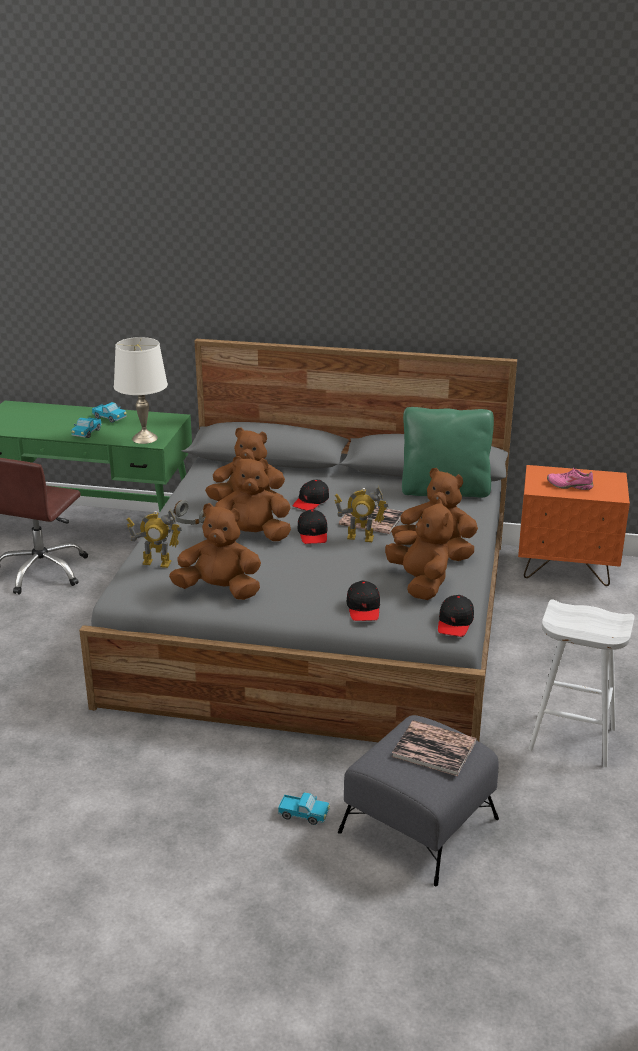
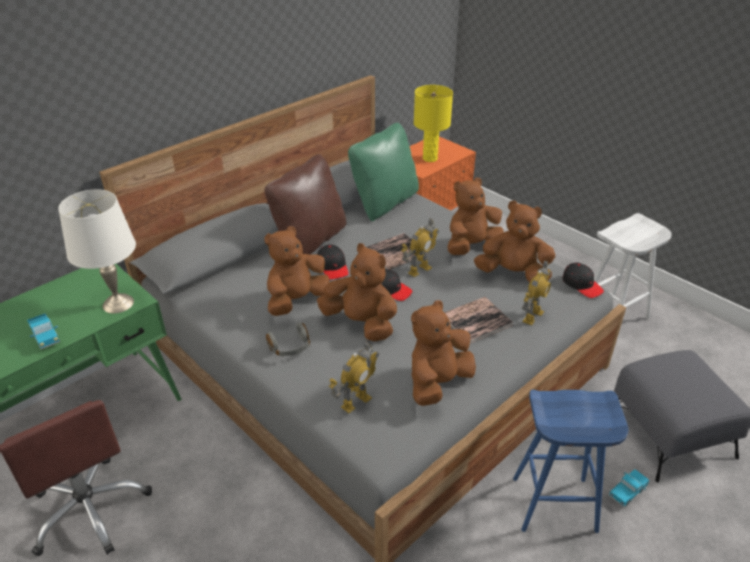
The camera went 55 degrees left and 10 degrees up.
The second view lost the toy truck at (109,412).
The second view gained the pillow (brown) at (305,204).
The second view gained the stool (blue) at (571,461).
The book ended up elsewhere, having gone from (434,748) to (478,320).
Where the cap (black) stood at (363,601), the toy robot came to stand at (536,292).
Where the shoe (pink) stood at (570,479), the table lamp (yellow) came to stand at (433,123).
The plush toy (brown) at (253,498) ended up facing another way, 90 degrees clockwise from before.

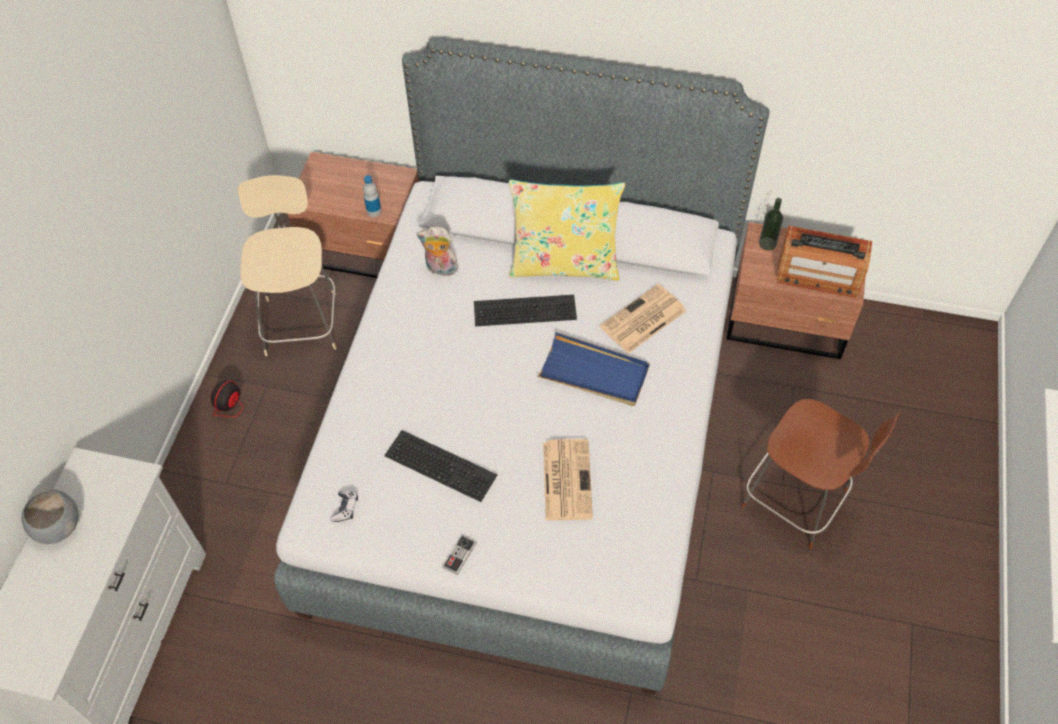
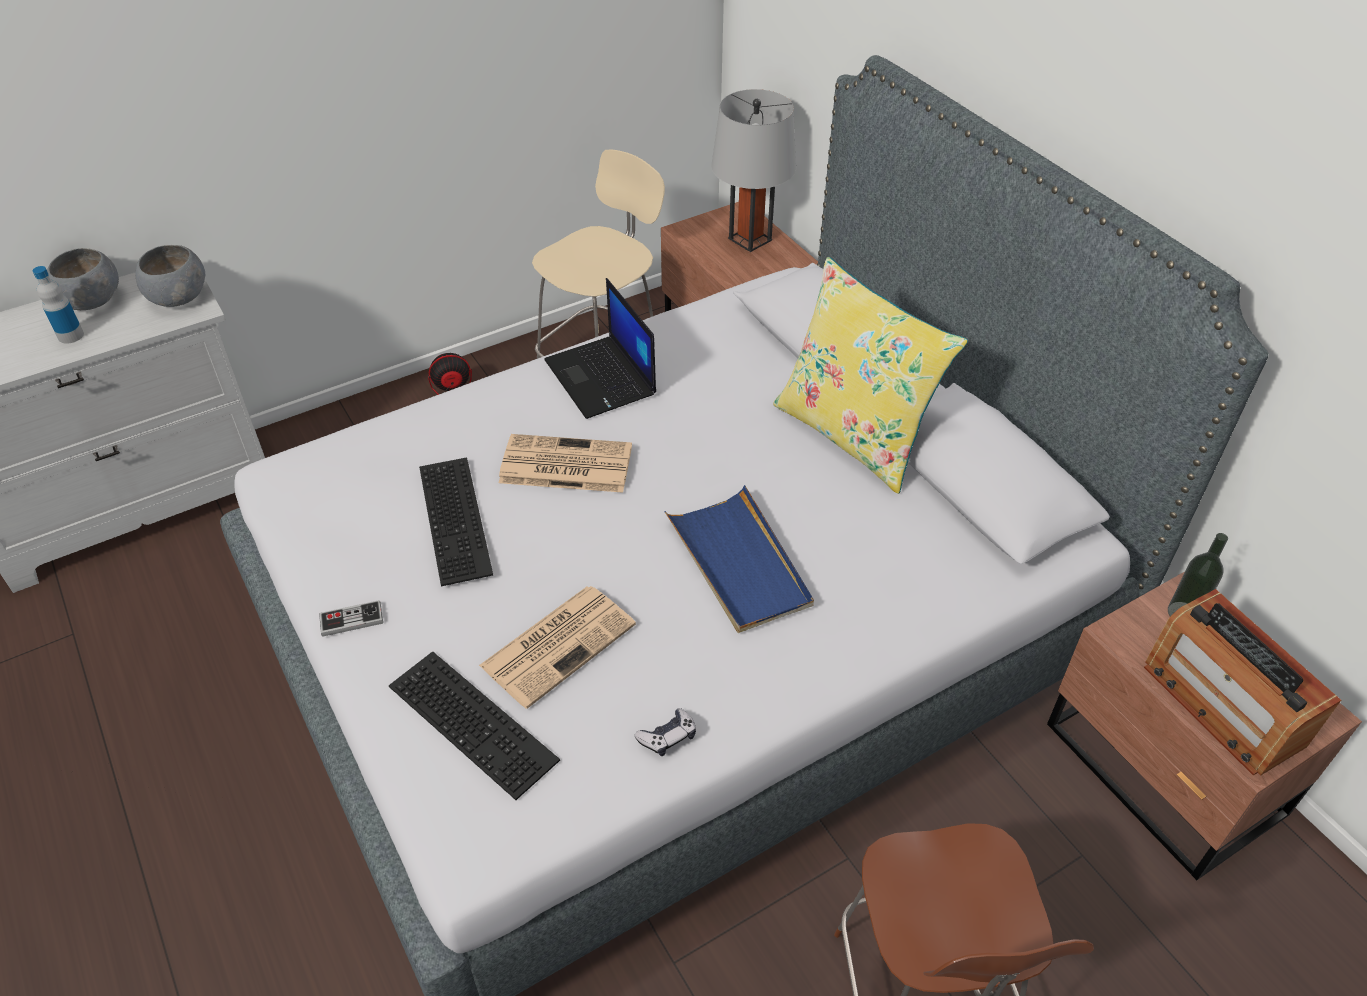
The camera went 45 degrees right and 10 degrees down.
The second view lost the plush toy at (439,251).
The second view gained the bowl (grey) at (170,276).
The second view gained the laptop at (600,348).
The second view gained the table lamp (grey) at (753,170).
The game controller ended up elsewhere, having gone from (344,506) to (665,732).
The bottle ended up elsewhere, having gone from (372,196) to (58,305).
The keyboard ended up elsewhere, having gone from (525,310) to (474,725).
The newspaper ended up elsewhere, having gone from (643,319) to (565,463).

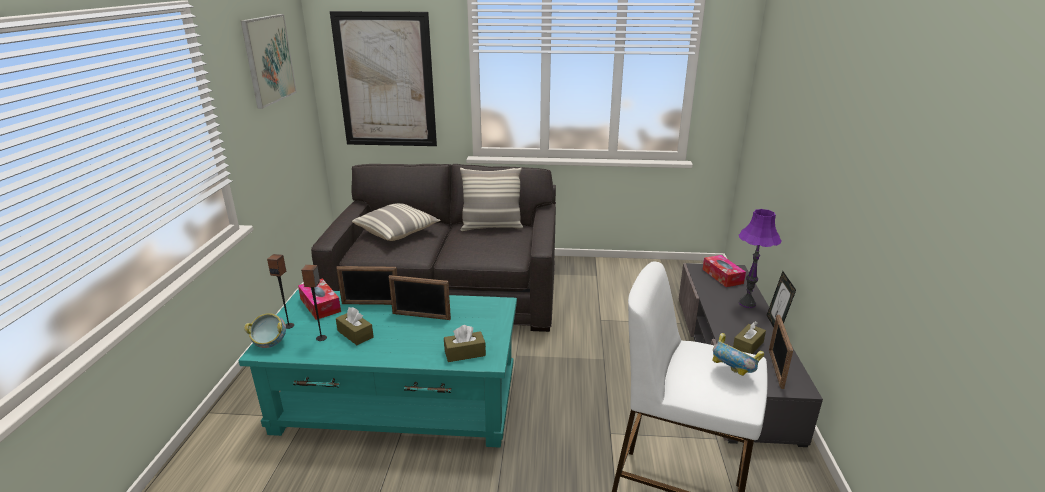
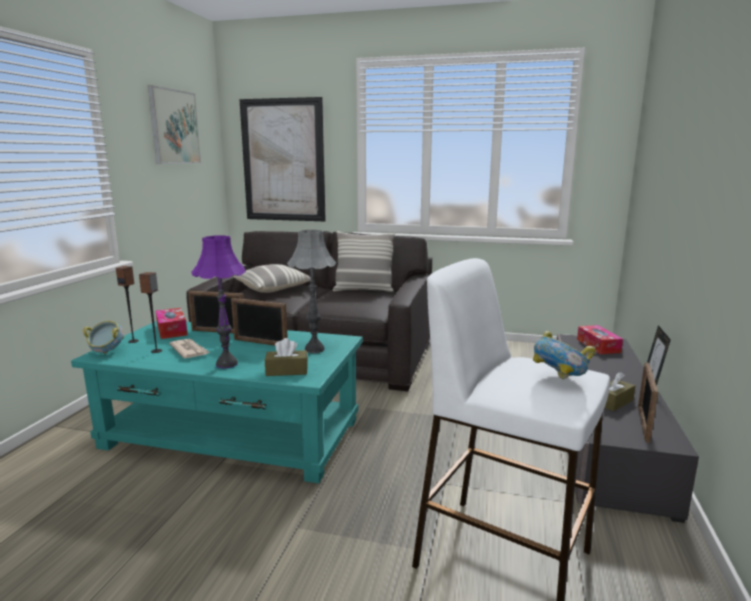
The camera went 10 degrees right and 10 degrees down.
The second view gained the table lamp (grey) at (311,291).
The table lamp (purple) ended up elsewhere, having gone from (760,258) to (218,301).
Where the tissue box (brown) stood at (355,326), the newspaper came to stand at (189,349).

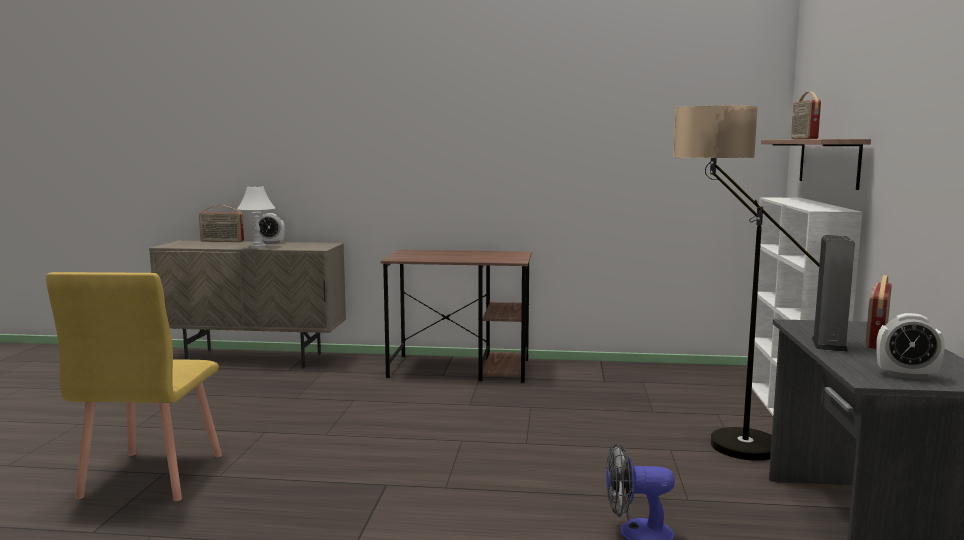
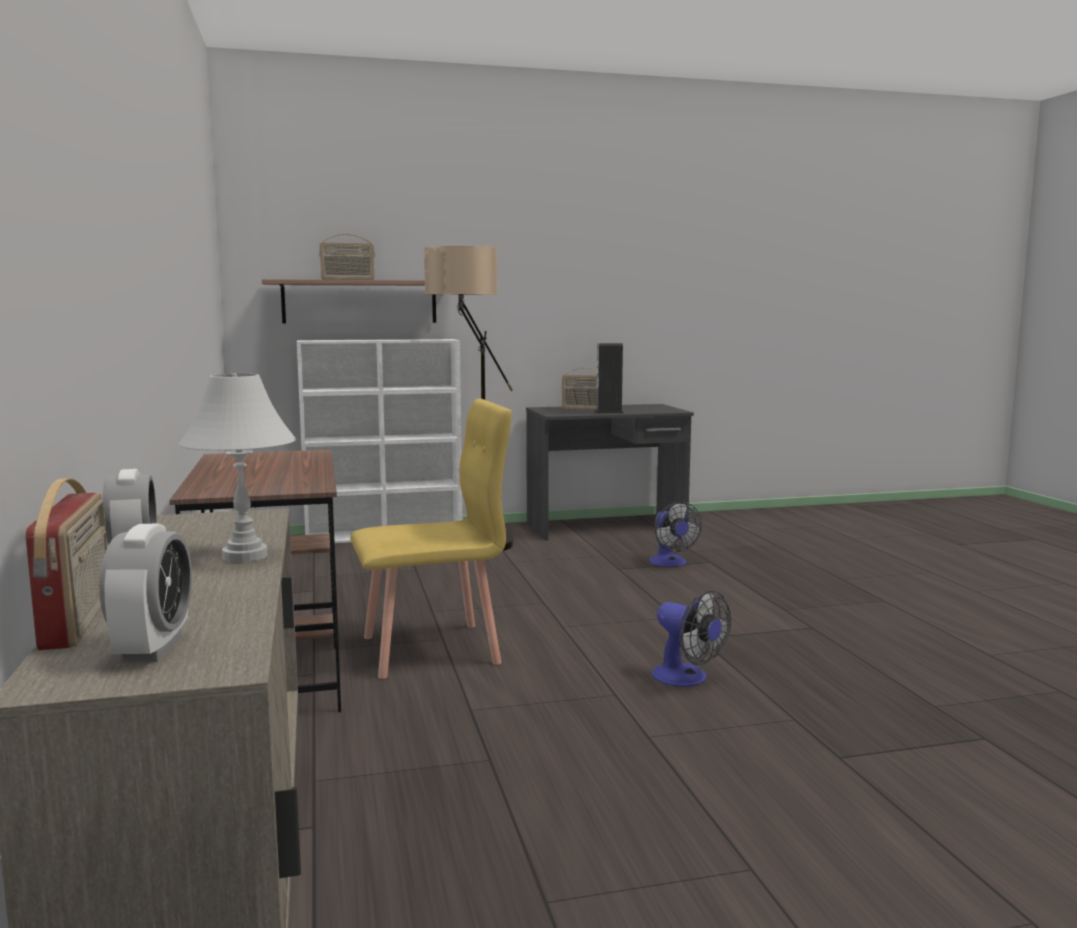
The camera went 110 degrees left and 0 degrees up.
The second view gained the fan at (691,638).
The chair (yellow) ended up elsewhere, having gone from (134,386) to (431,539).
The alarm clock ended up elsewhere, having gone from (910,346) to (145,593).

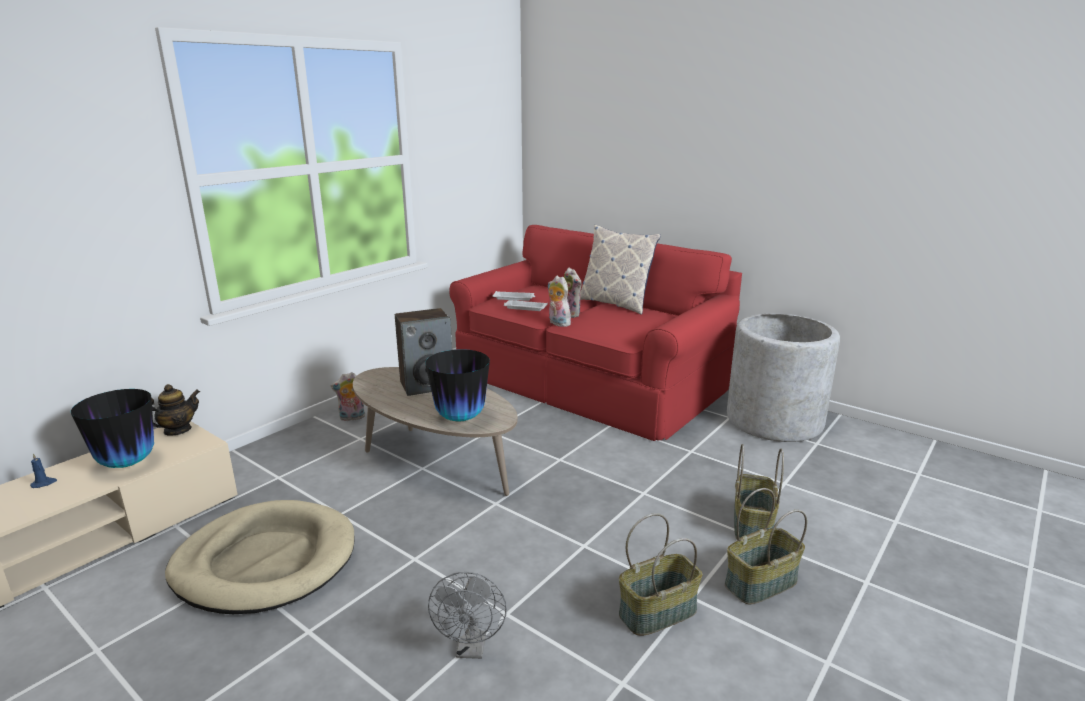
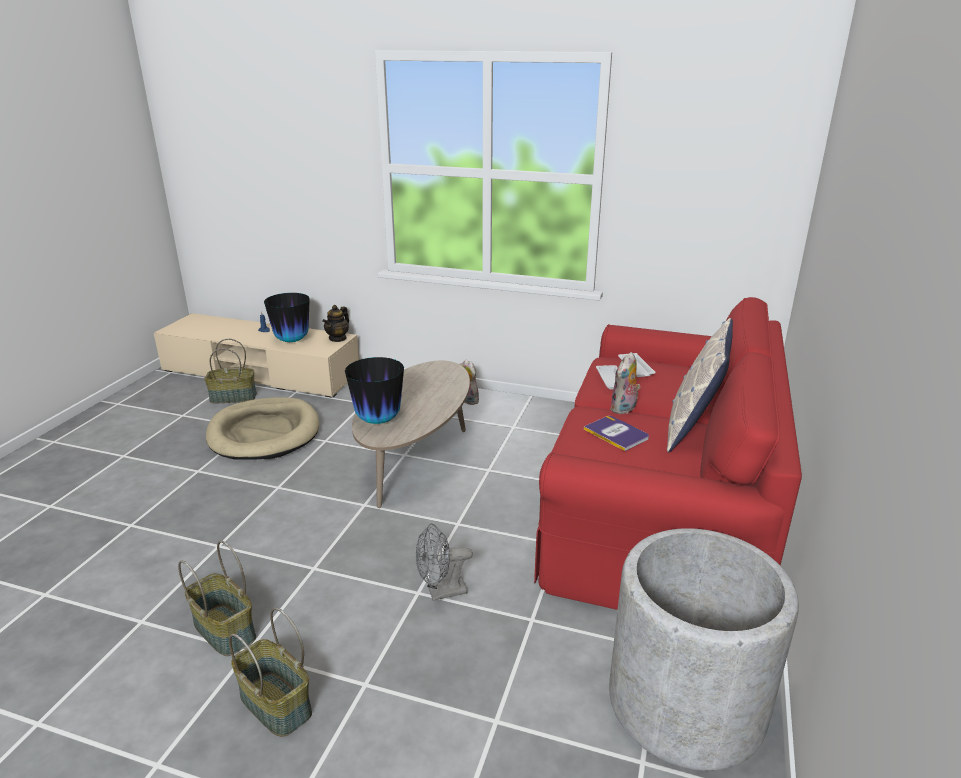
The camera went 70 degrees right and 5 degrees up.
The second view lost the speaker at (423,352).
The second view lost the plush toy at (559,301).
The second view gained the book at (616,433).
The fan (grey) ended up elsewhere, having gone from (467,615) to (444,562).
The basket ended up elsewhere, having gone from (759,491) to (230,371).
The teapot at (176,410) ended up facing another way, 90 degrees clockwise from before.

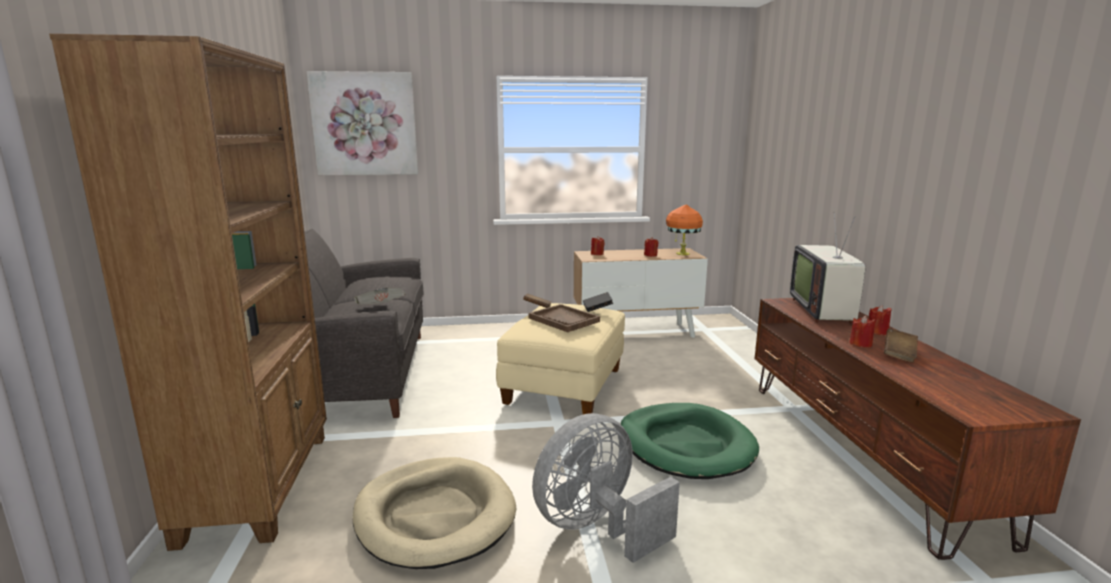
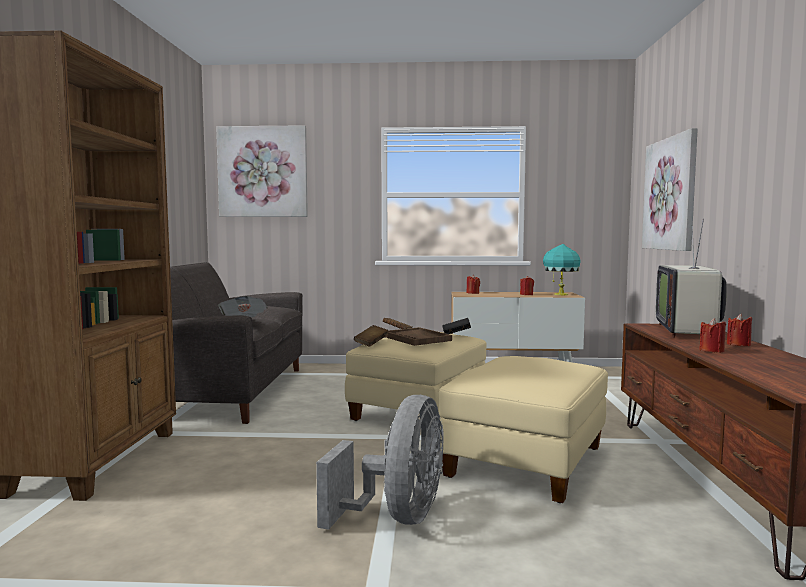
The camera went 10 degrees right and 10 degrees down.
The second view lost the dog bed (beige) at (434,513).
The second view gained the picture at (670,189).
The book (brown) ended up elsewhere, having gone from (901,345) to (371,336).
Where the dog bed (green) stood at (690,441), the ottoman (beige) came to stand at (523,429).
What was the table lamp (orange) at (684,229) turned into the table lamp (turquoise) at (561,269).
The fan (grey) at (606,488) ended up facing another way, 135 degrees clockwise from before.

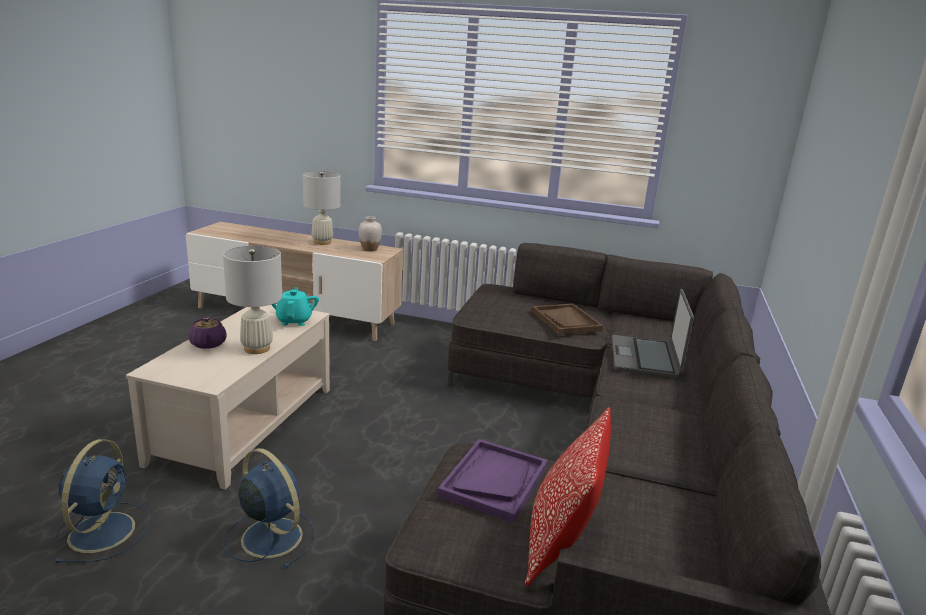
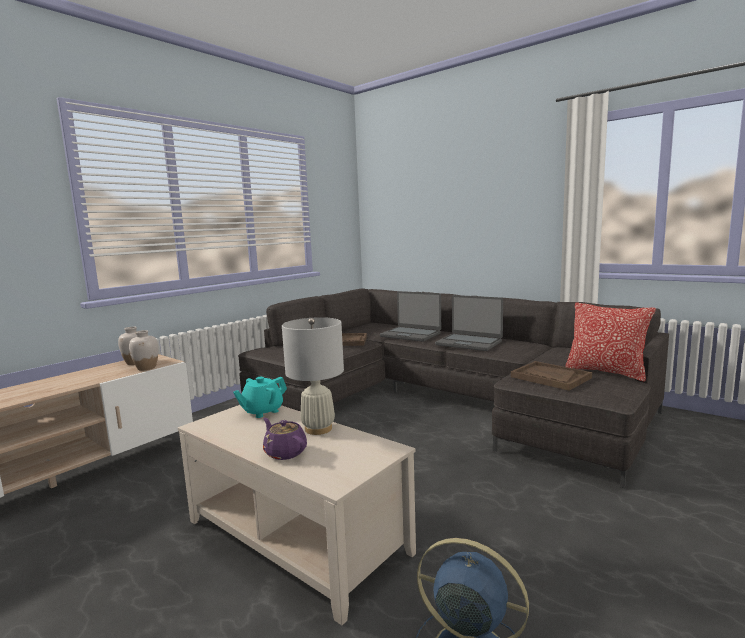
The camera went 65 degrees left and 10 degrees down.
The second view lost the fan (blue) at (269,508).
The second view lost the table lamp (white) at (322,208).
The second view gained the vase (white) at (143,350).
The second view gained the laptop at (469,323).
What was the tray (purple) at (492,481) turned into the tray (brown) at (551,376).
The teapot (purple) at (207,333) ended up facing another way, 135 degrees counterclockwise from before.
The teapot (turquoise) at (295,307) ended up facing another way, 60 degrees counterclockwise from before.

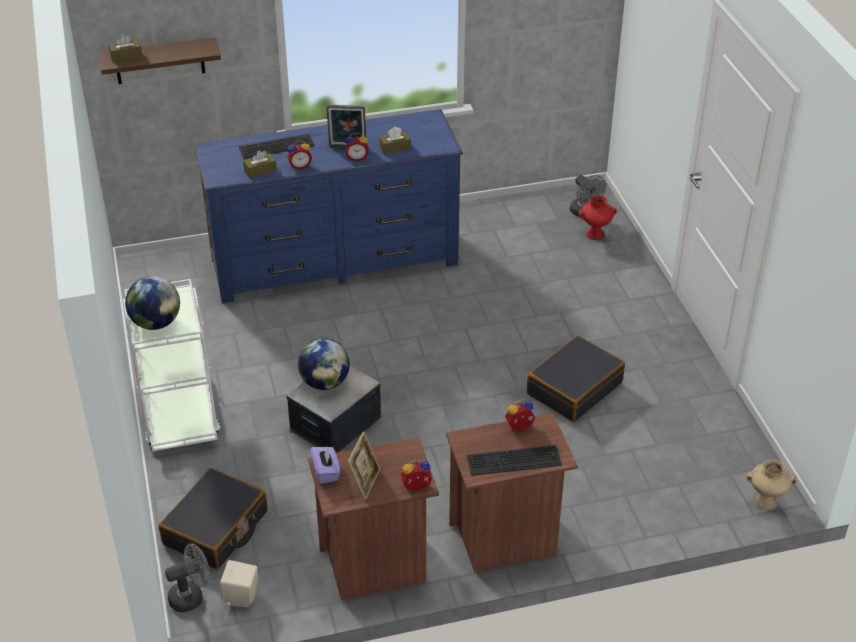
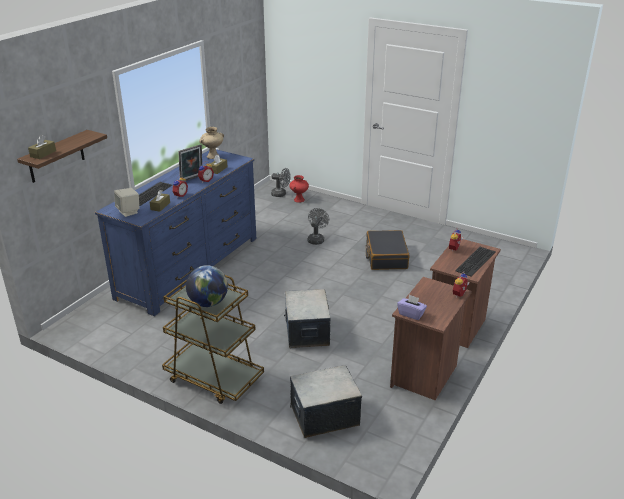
The camera went 45 degrees left and 10 degrees down.
The second view lost the globe at (324,364).
The second view lost the picture frame at (364,466).
The fan (grey) ended up elsewhere, having gone from (187,577) to (318,226).
The speaker (beige) ended up elsewhere, having gone from (239,583) to (126,202).
The vase (beige) ended up elsewhere, having gone from (771,484) to (211,143).
Where the suitcase (black) stood at (213,518), the storage box came to stand at (326,401).
What was the cart (white) at (171,365) turned into the cart (brown) at (213,339).

